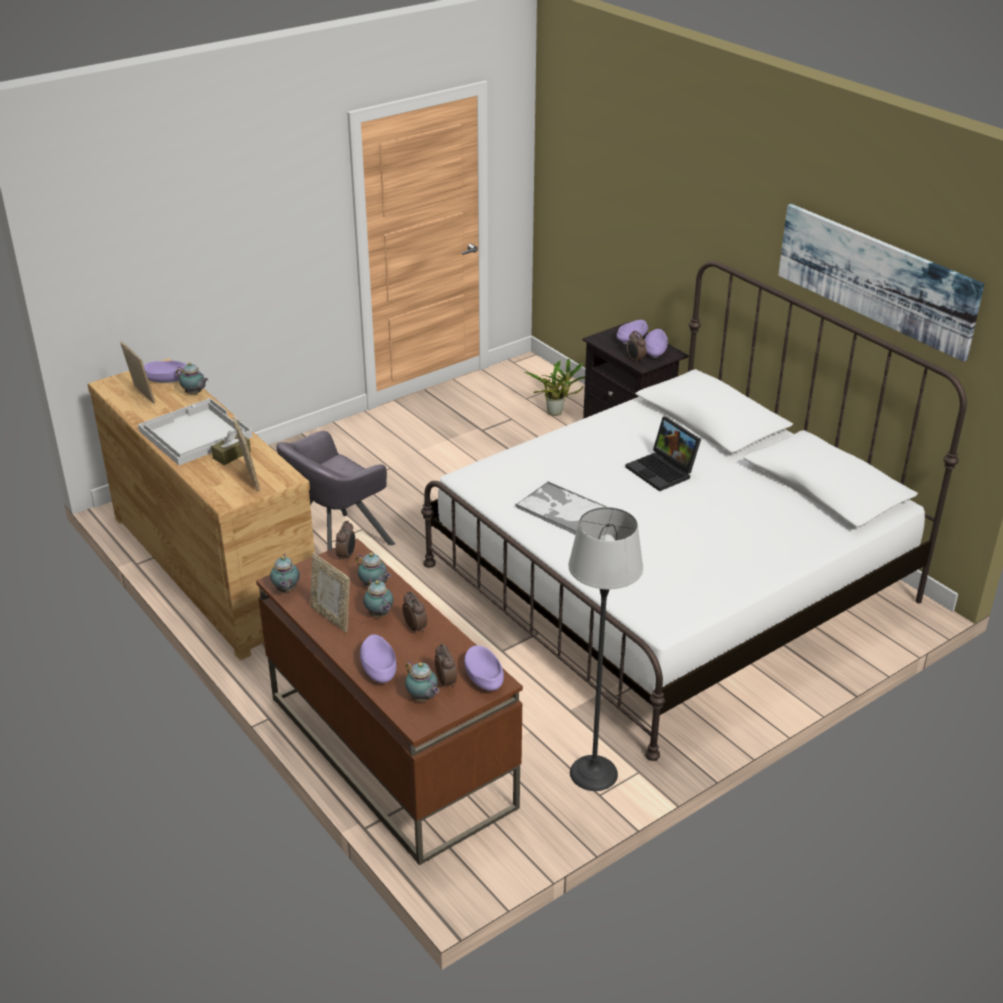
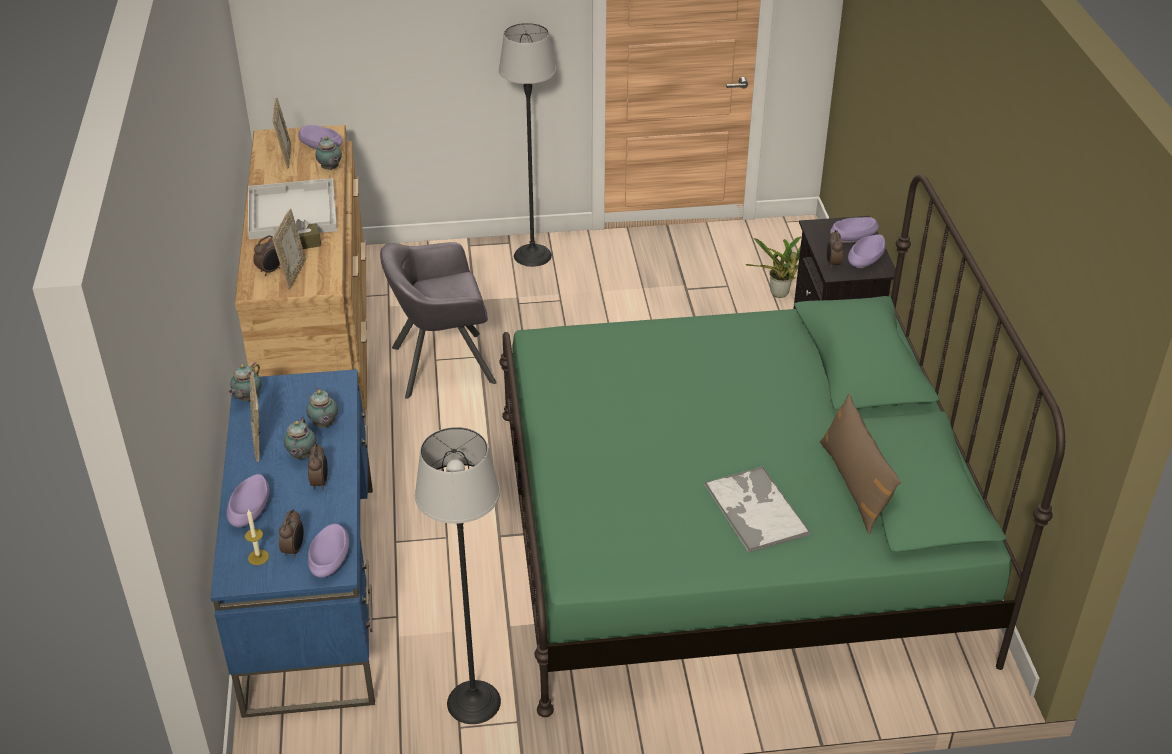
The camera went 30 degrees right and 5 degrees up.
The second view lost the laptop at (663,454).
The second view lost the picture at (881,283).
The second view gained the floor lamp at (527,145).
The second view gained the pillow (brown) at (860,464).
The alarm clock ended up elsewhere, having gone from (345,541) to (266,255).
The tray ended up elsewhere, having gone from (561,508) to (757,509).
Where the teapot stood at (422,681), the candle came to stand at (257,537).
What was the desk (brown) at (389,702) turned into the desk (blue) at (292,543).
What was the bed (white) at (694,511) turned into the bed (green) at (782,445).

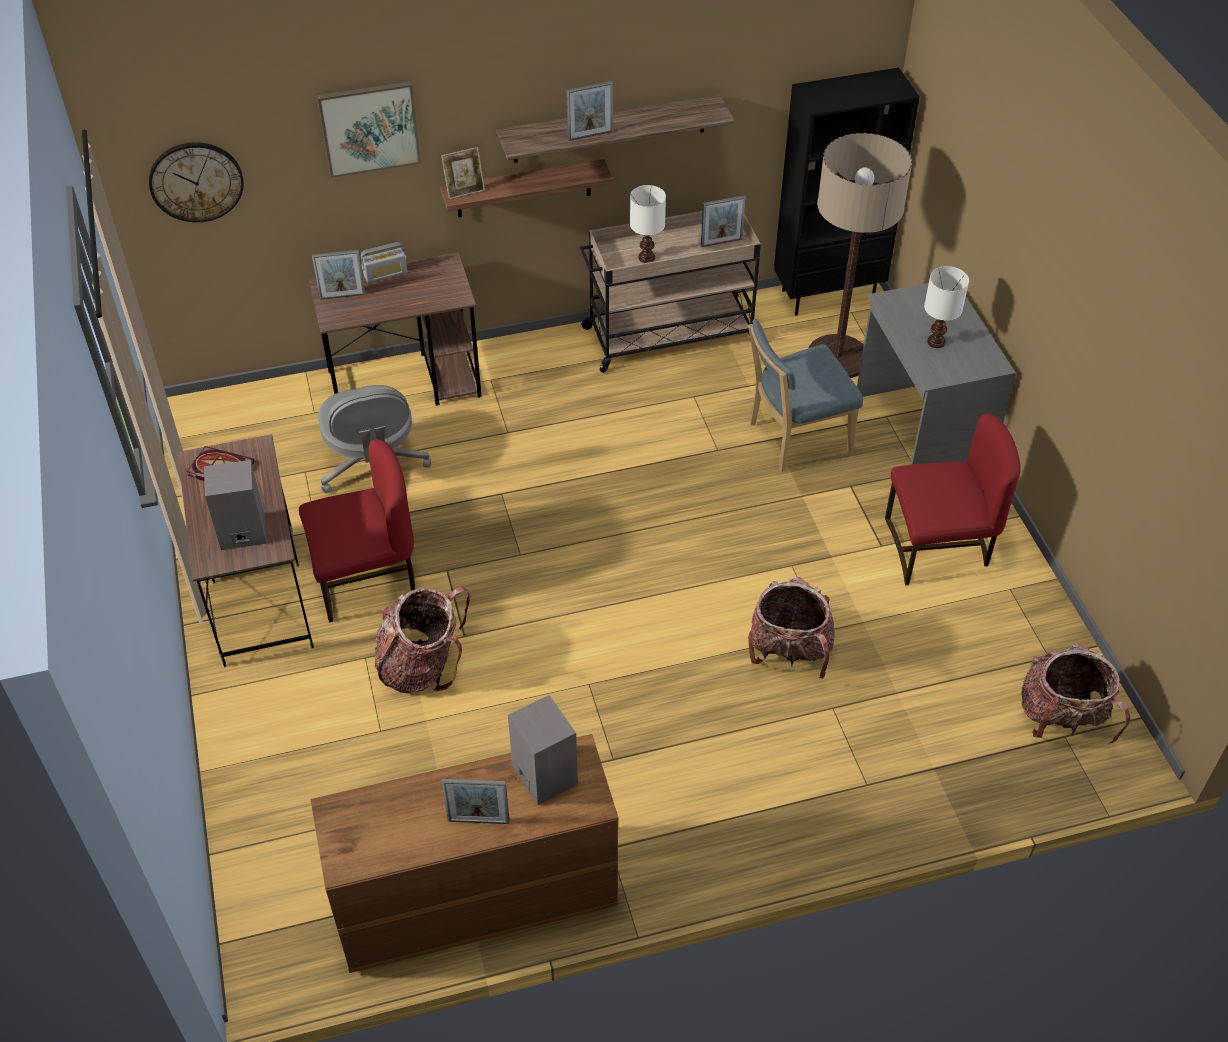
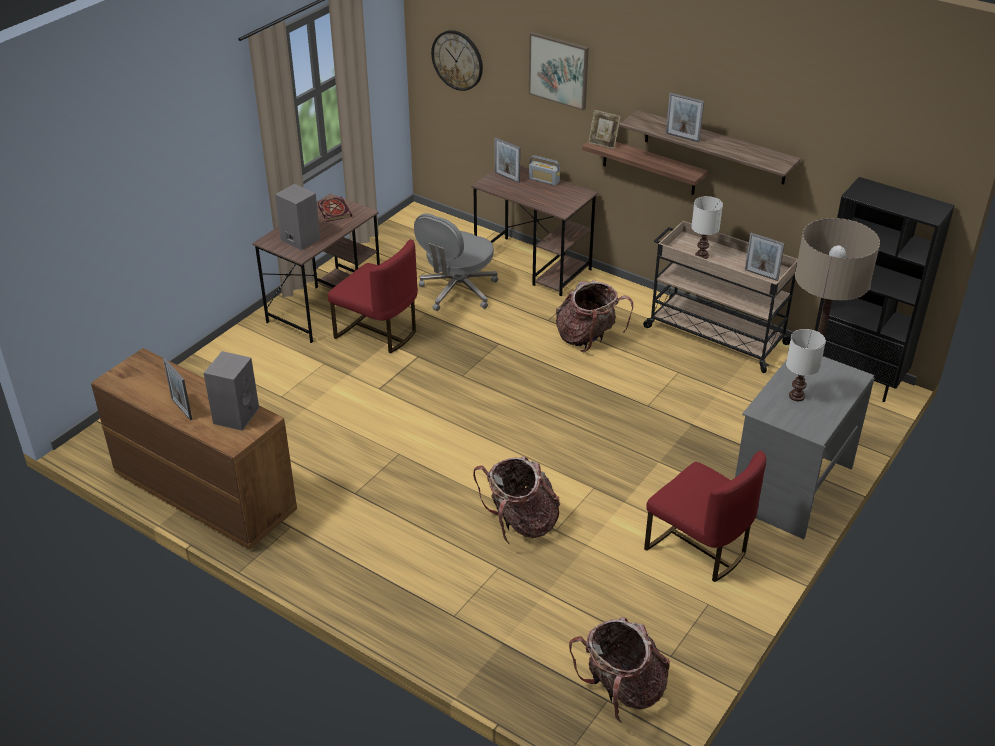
The camera went 50 degrees right and 10 degrees down.
The second view lost the chair (blue) at (805,395).
The backpack ended up elsewhere, having gone from (423,640) to (594,316).

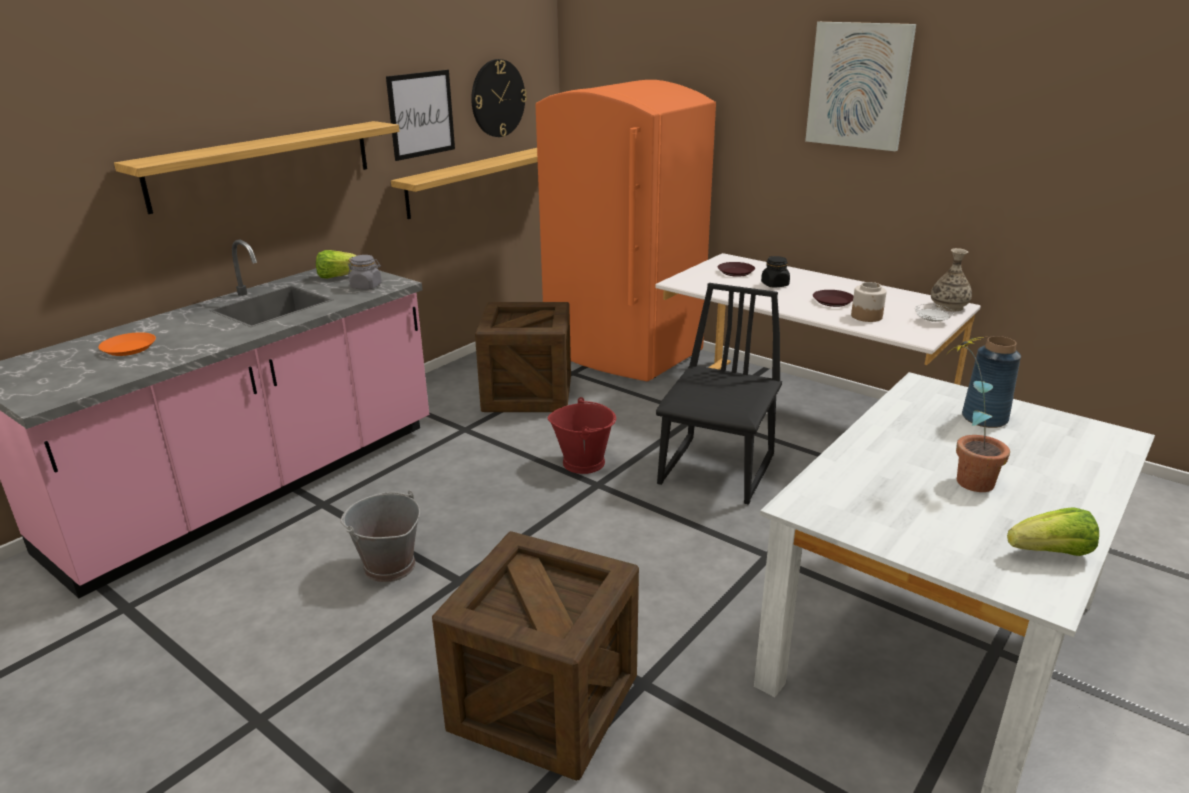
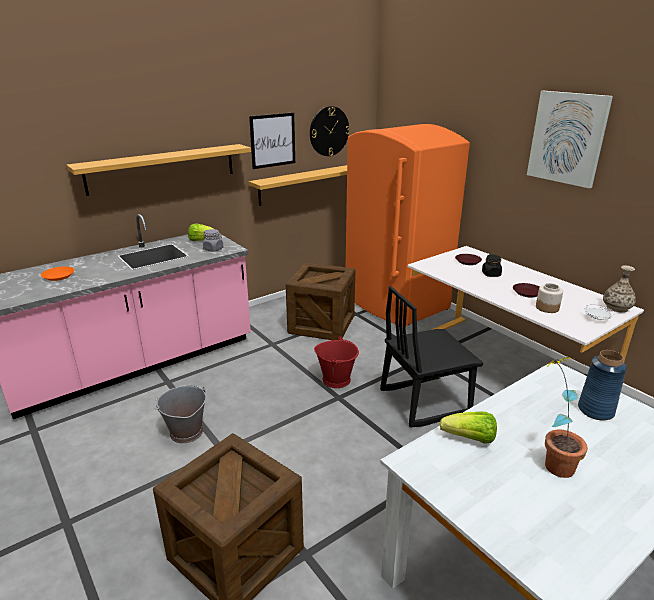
The camera went 15 degrees right and 0 degrees up.
The lettuce ended up elsewhere, having gone from (1053,531) to (468,427).
The chair (black) at (719,394) ended up facing another way, 150 degrees counterclockwise from before.

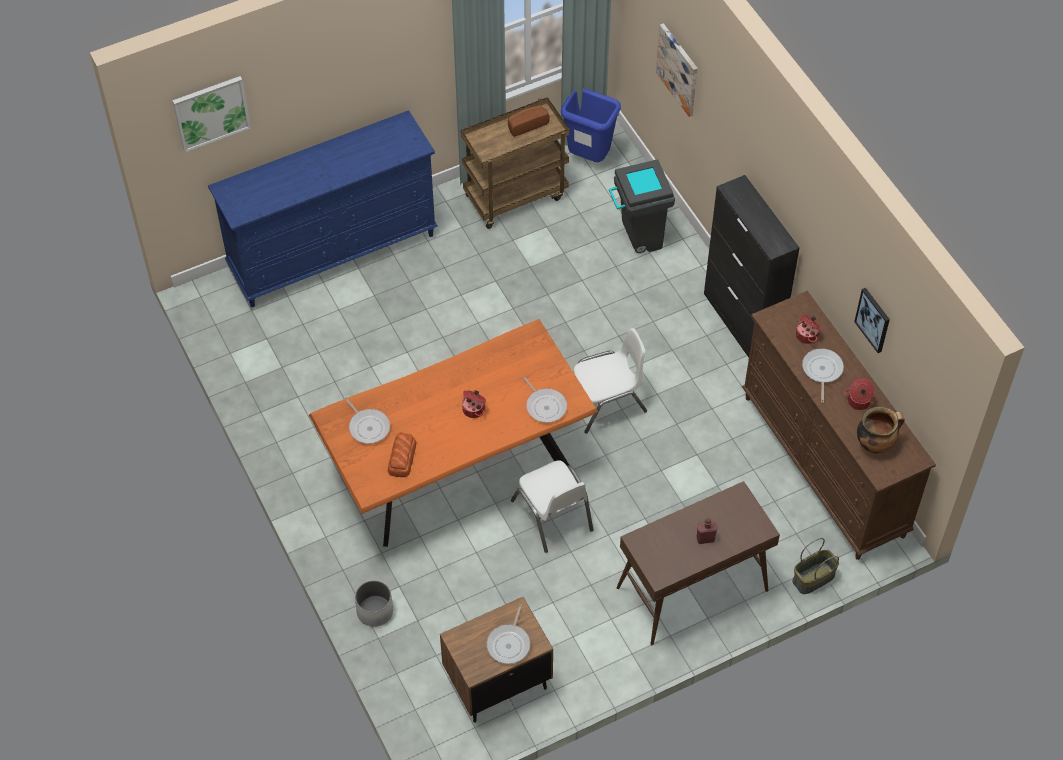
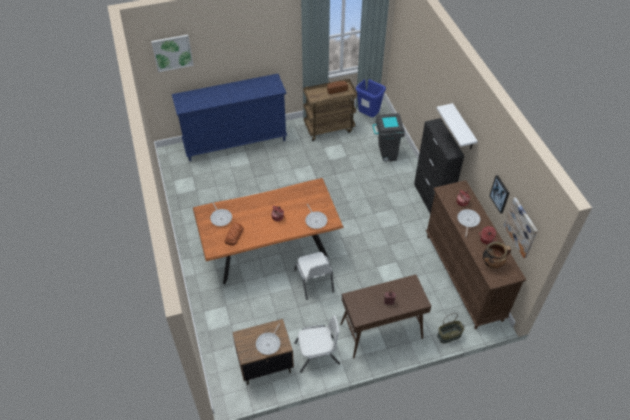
The camera went 10 degrees right and 5 degrees down.
The second view lost the planter (white) at (374,603).
The second view gained the shelf (white) at (457,126).
The chair (white) ended up elsewhere, having gone from (610,381) to (317,344).
The picture ended up elsewhere, having gone from (677,70) to (521,227).

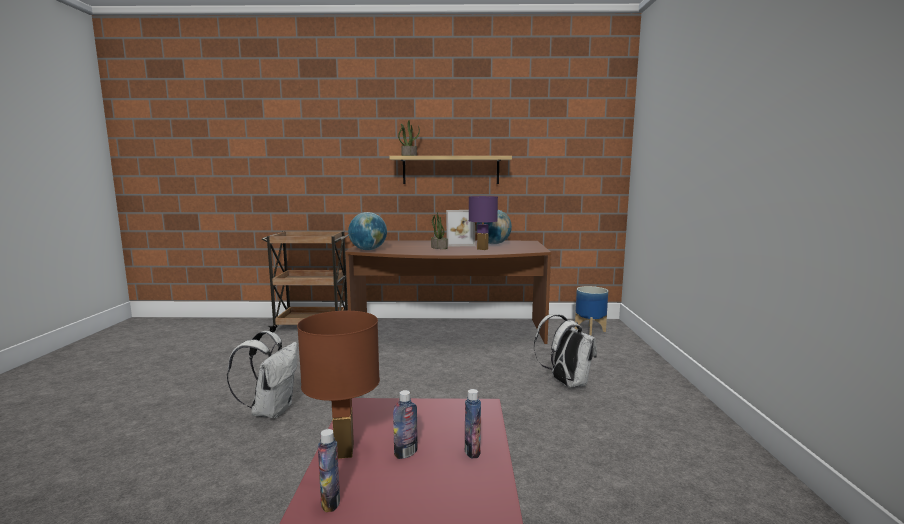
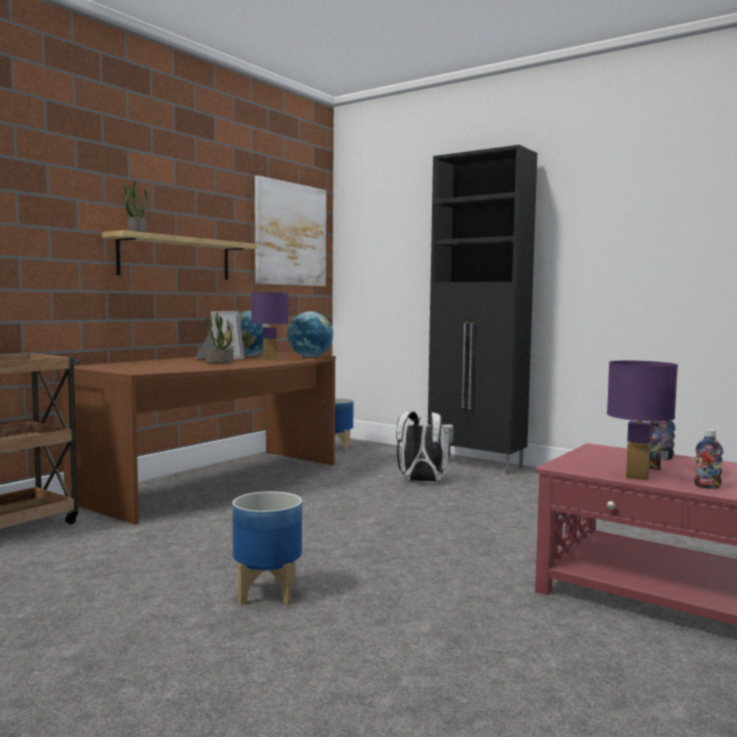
The camera went 55 degrees left and 5 degrees down.
The second view gained the picture at (290,230).
The second view gained the cabinet (black) at (482,310).
The globe ended up elsewhere, having gone from (367,231) to (310,334).
Where the backpack (white) stood at (262,375), the planter came to stand at (267,548).
What was the table lamp (brown) at (338,385) turned into the table lamp (purple) at (642,420).

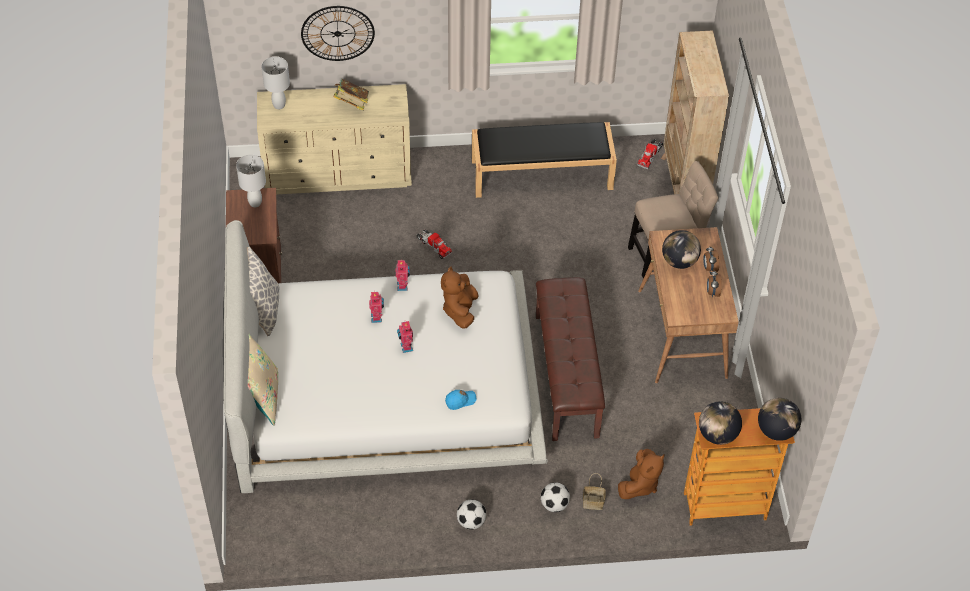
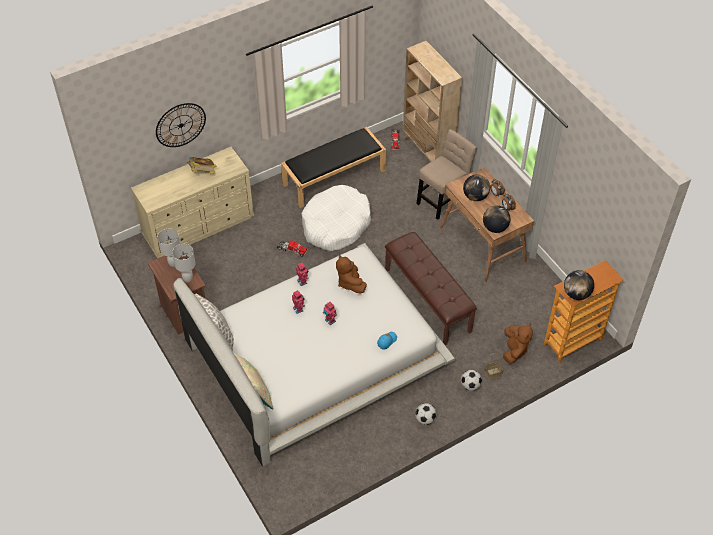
The camera went 25 degrees left and 0 degrees up.
The second view gained the dog bed (white) at (336,218).
The table lamp (white) ended up elsewhere, having gone from (275,83) to (183,263).
The globe ended up elsewhere, having gone from (779,419) to (496,219).

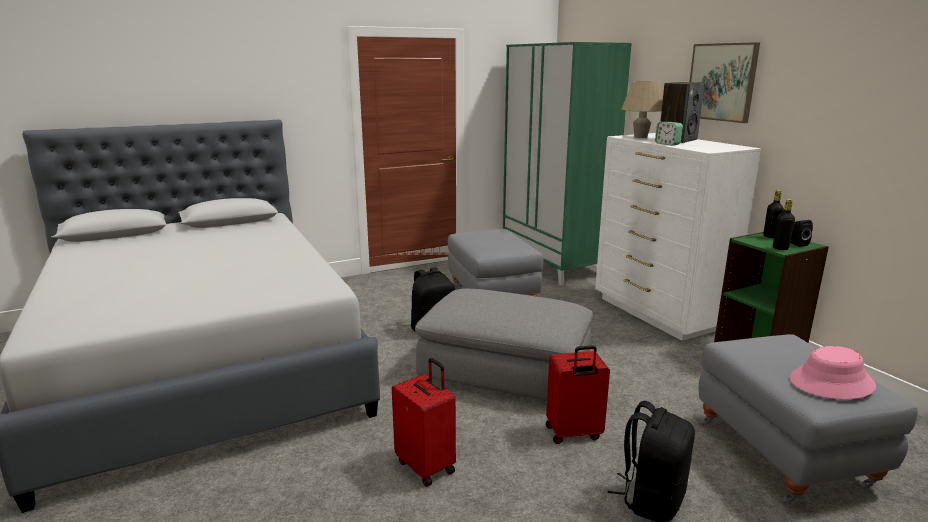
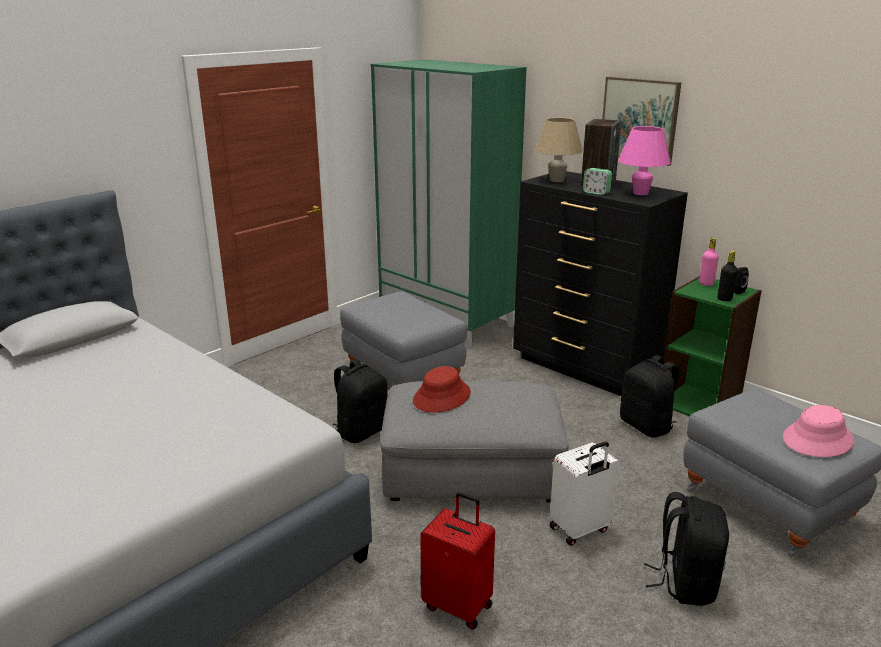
The camera went 20 degrees left and 5 degrees up.
The second view gained the hat (red) at (442,389).
The second view gained the table lamp (pink) at (644,160).
The second view gained the backpack (black) at (649,396).
What was the suitcase (red) at (578,394) turned into the suitcase (white) at (585,494).
What was the dresser (white) at (678,237) turned into the dresser (black) at (600,283).
What was the bottle (black) at (773,214) turned into the bottle (pink) at (709,262).

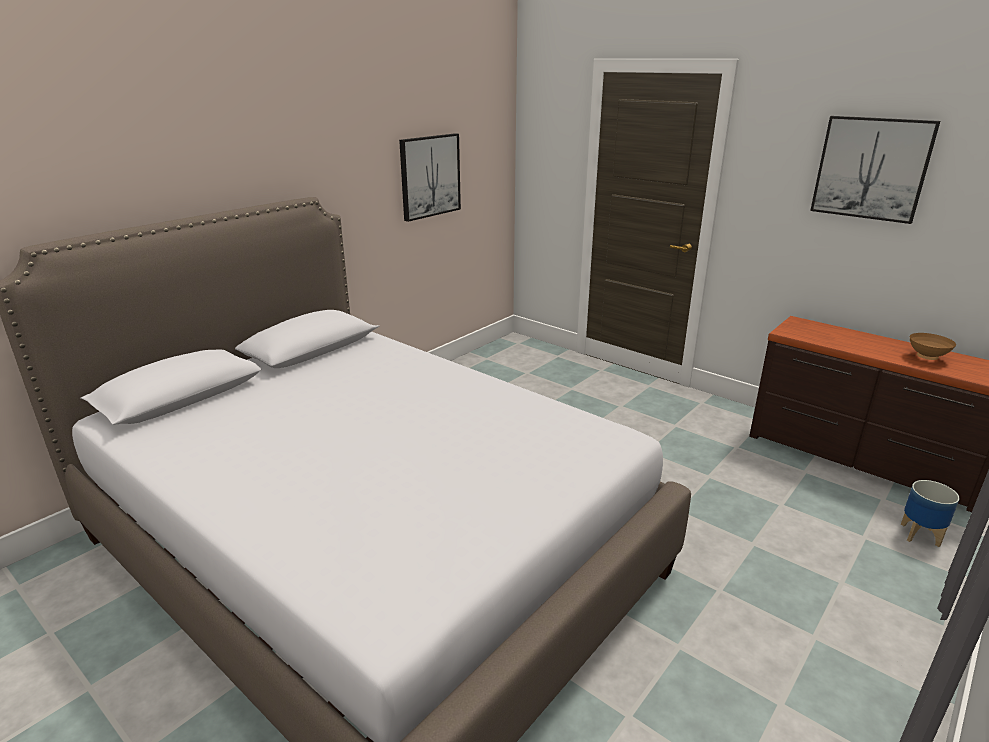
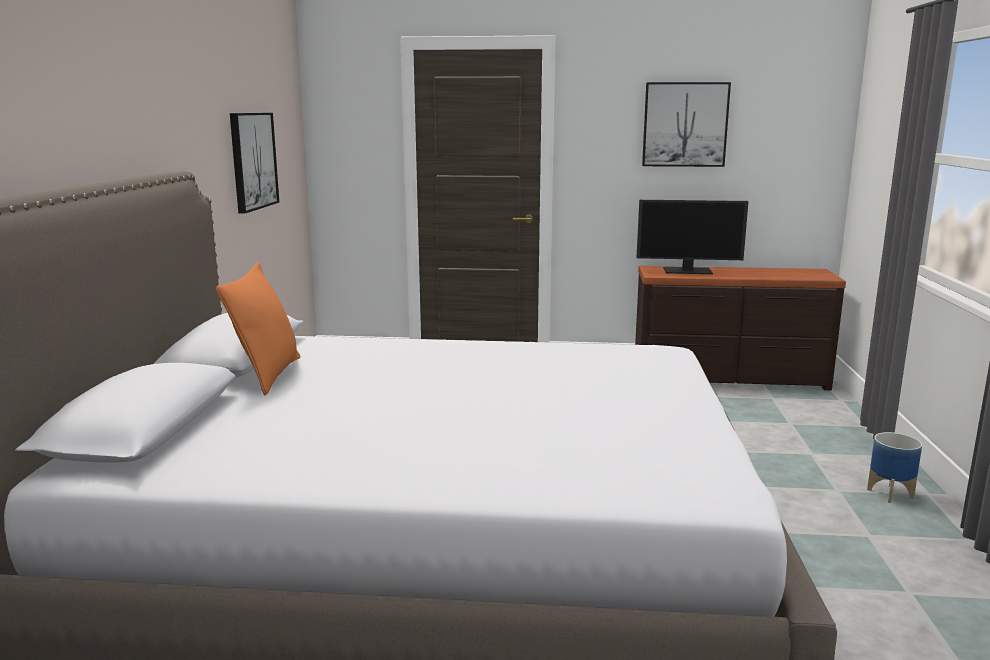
The camera went 35 degrees left and 10 degrees down.
The second view lost the bowl (brown) at (933,346).
The second view gained the pillow (orange) at (258,328).
The second view gained the monitor at (692,237).
The planter ended up elsewhere, having gone from (930,513) to (894,467).

